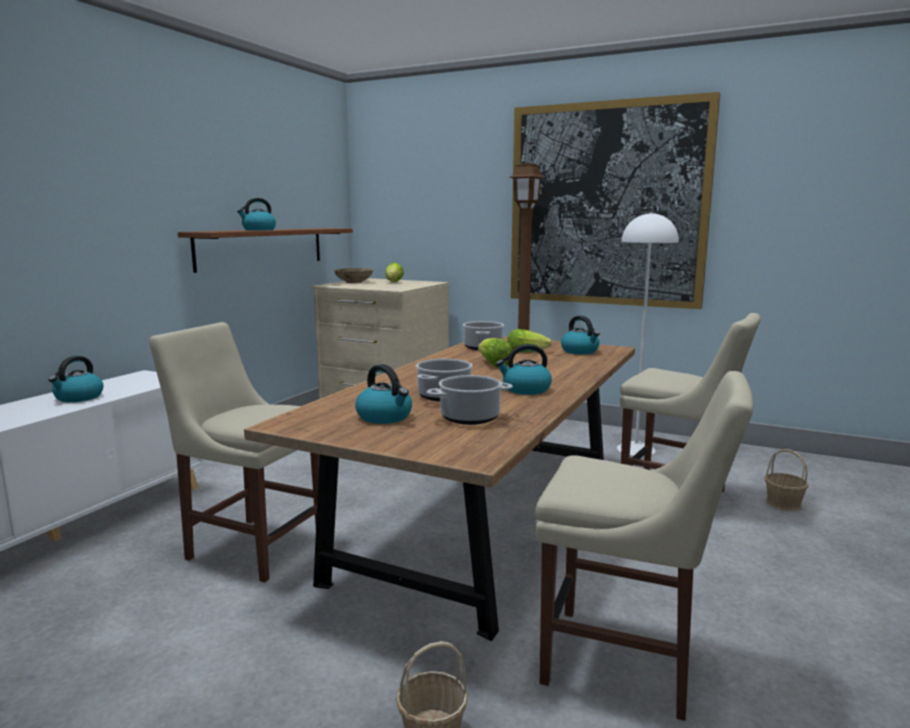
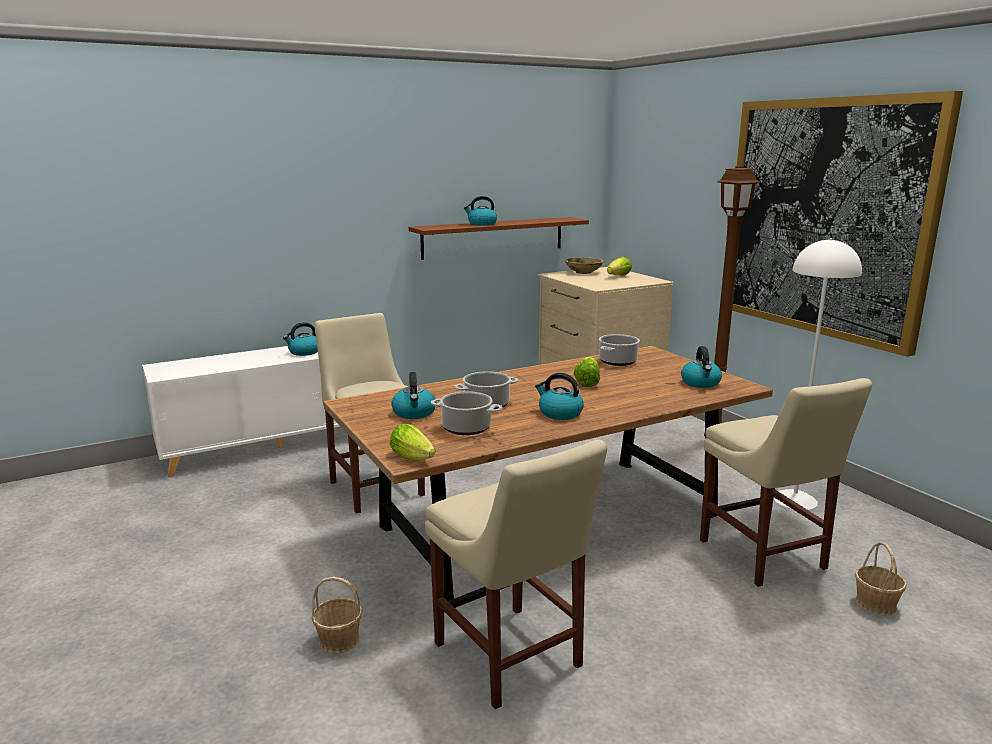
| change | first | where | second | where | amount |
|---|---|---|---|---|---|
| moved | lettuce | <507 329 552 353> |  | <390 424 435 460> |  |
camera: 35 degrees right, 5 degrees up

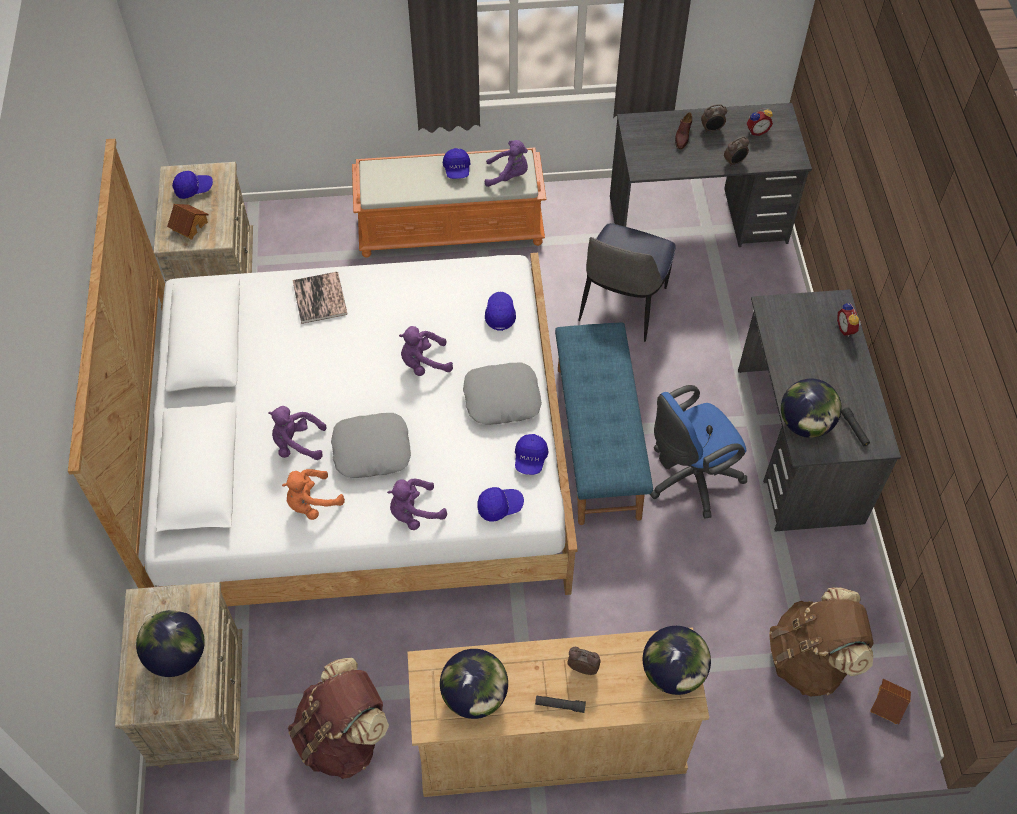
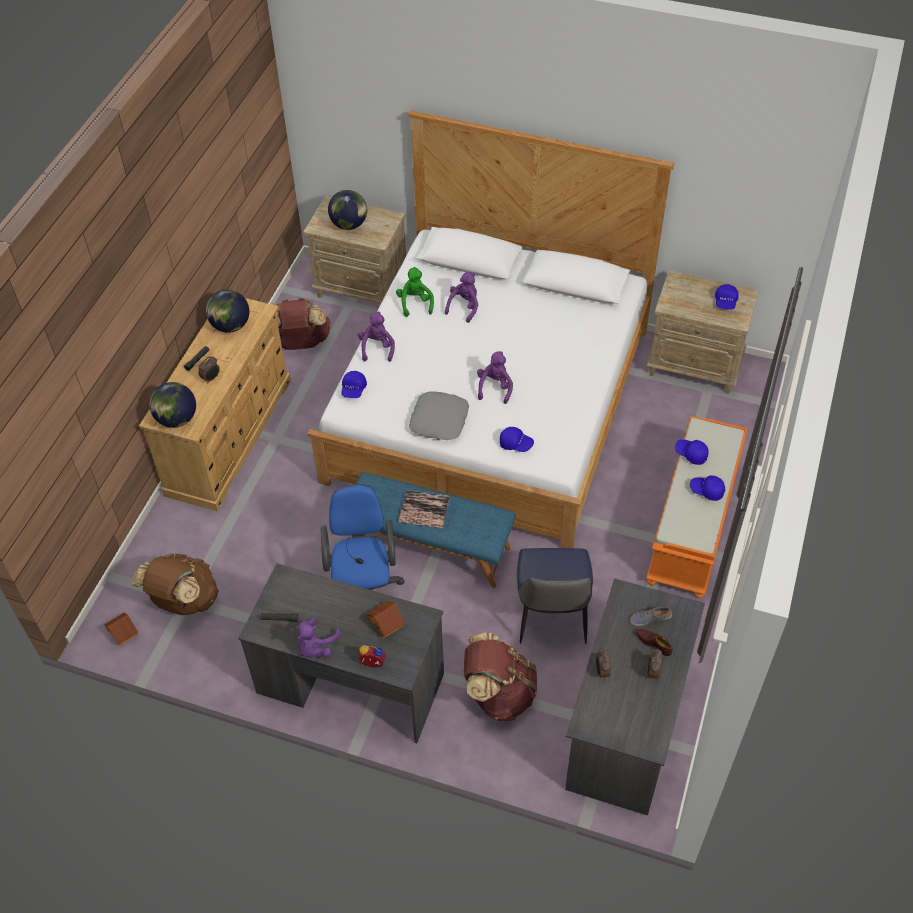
| change | first | where | second | where | amount |
|---|---|---|---|---|---|
| removed | grey pillow | <331 413 411 478> |  |  |  |
| removed | alarm clock | <747 108 773 136> |  |  |  |
| removed | globe | <781 379 842 438> |  |  |  |
| added |  |  | brown backpack | <464 632 537 721> |  |
| added |  |  | shoe | <630 607 672 626> |  |
| moved | toy house | <167 204 209 239> |  | <367 601 405 638> |  |
| moved | book | <292 272 348 324> |  | <398 490 450 528> |  |
| moved | purple plush toy | <485 140 528 187> |  | <297 618 342 658> |  |
| moved | blue cap | <515 434 549 475> |  | <675 439 709 465> |  |
| recoloured | orange plush toy | <282 469 345 520> | green plush toy | <396 267 434 317> |  |
| turned | chair | <579 223 676 342> |  | <517 548 593 644> | 135 degrees counterclockwise |
camera: 115 degrees right, 5 degrees down

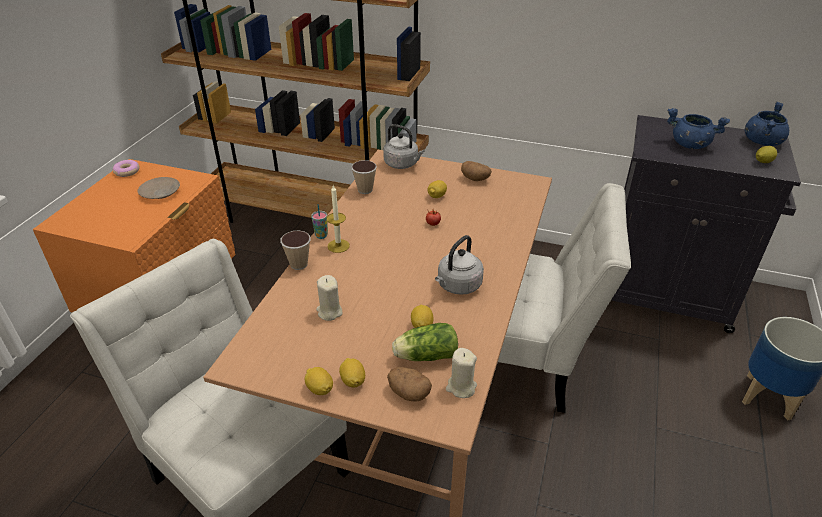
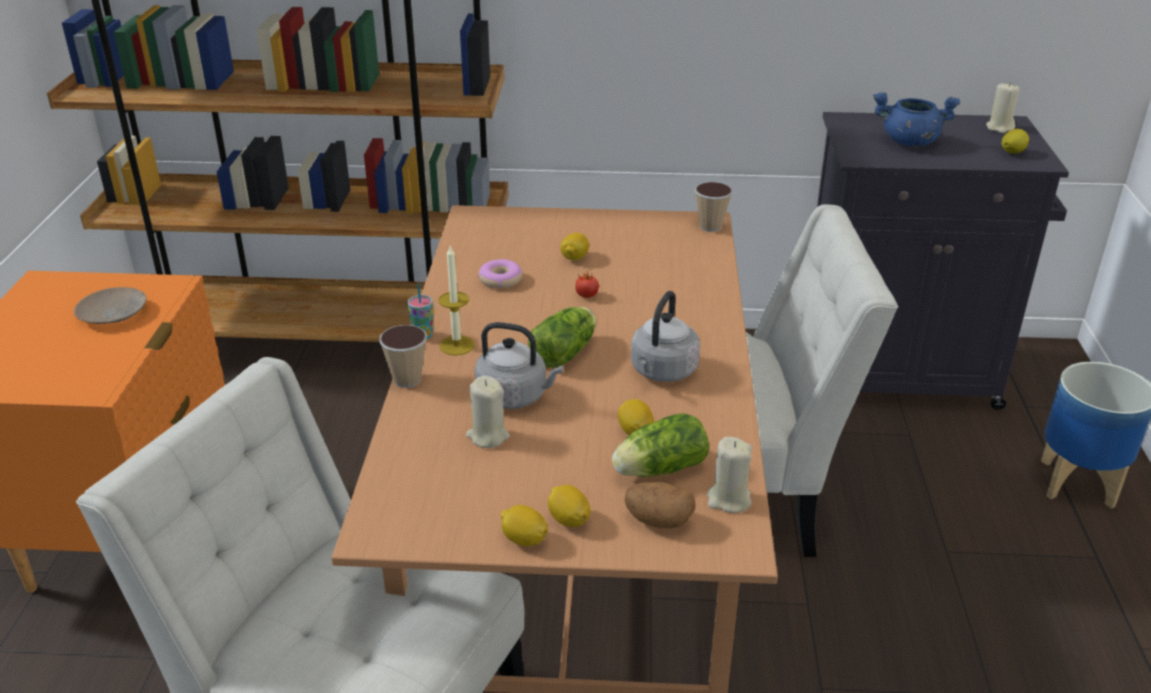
| change | first | where | second | where | amount |
|---|---|---|---|---|---|
| removed | potato | <461 161 492 181> |  |  |  |
| added |  |  | lettuce | <528 307 596 368> |  |
| moved | donut | <113 160 139 177> |  | <478 259 523 289> |  |
| moved | cup | <351 160 377 194> |  | <694 182 733 232> |  |
| moved | grey kettle | <383 124 424 169> |  | <475 322 563 409> |  |
| replaced | blue cooking pot | <744 102 789 146> | beige candle | <986 82 1020 133> |  |
camera: 15 degrees left, 5 degrees down

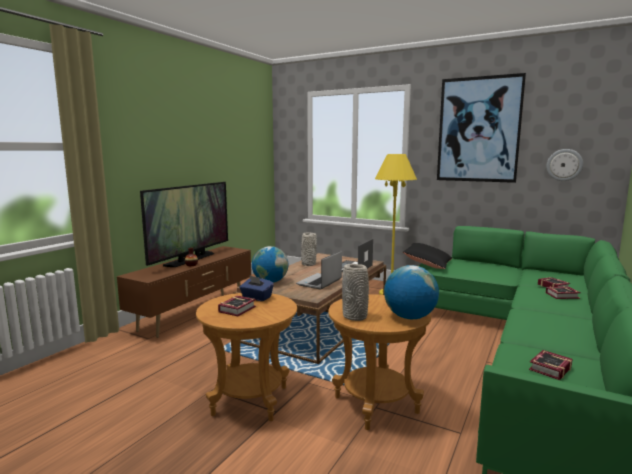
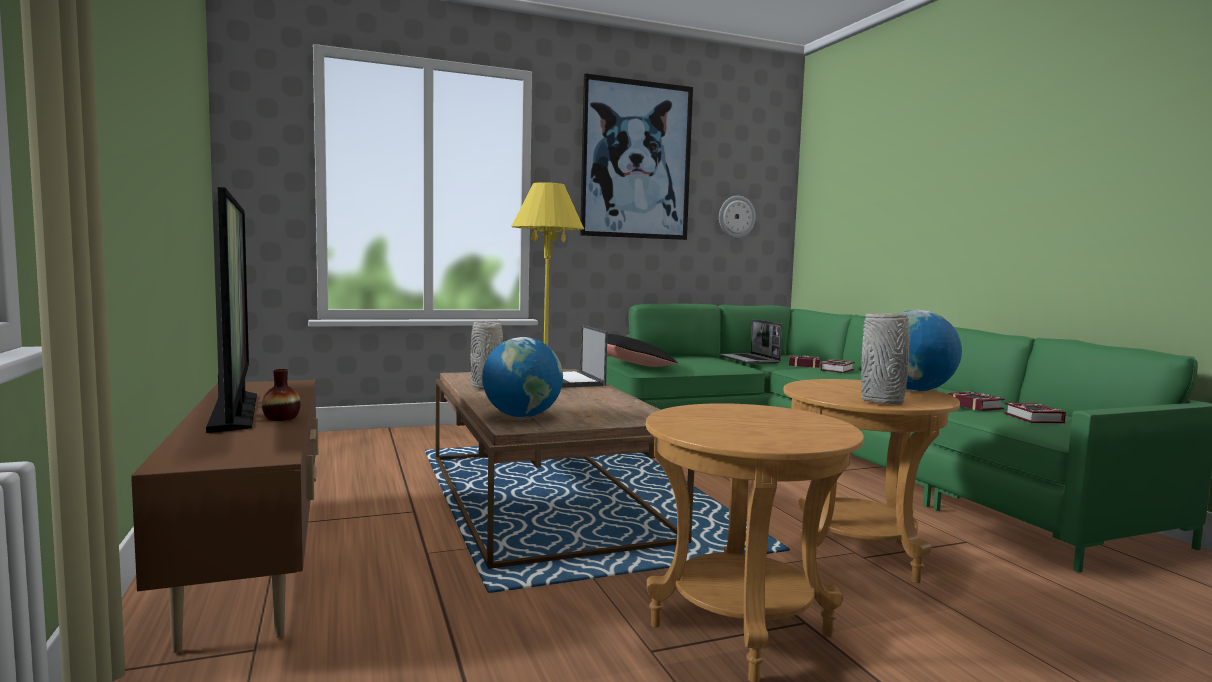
| change | first | where | second | where | amount |
|---|---|---|---|---|---|
| removed | blue tissue box | <239 275 274 301> |  |  |  |
| moved | book | <218 296 256 316> |  | <948 391 1005 411> |  |
| moved | laptop | <296 251 342 290> |  | <720 319 782 364> |  |
camera: 50 degrees left, 5 degrees down

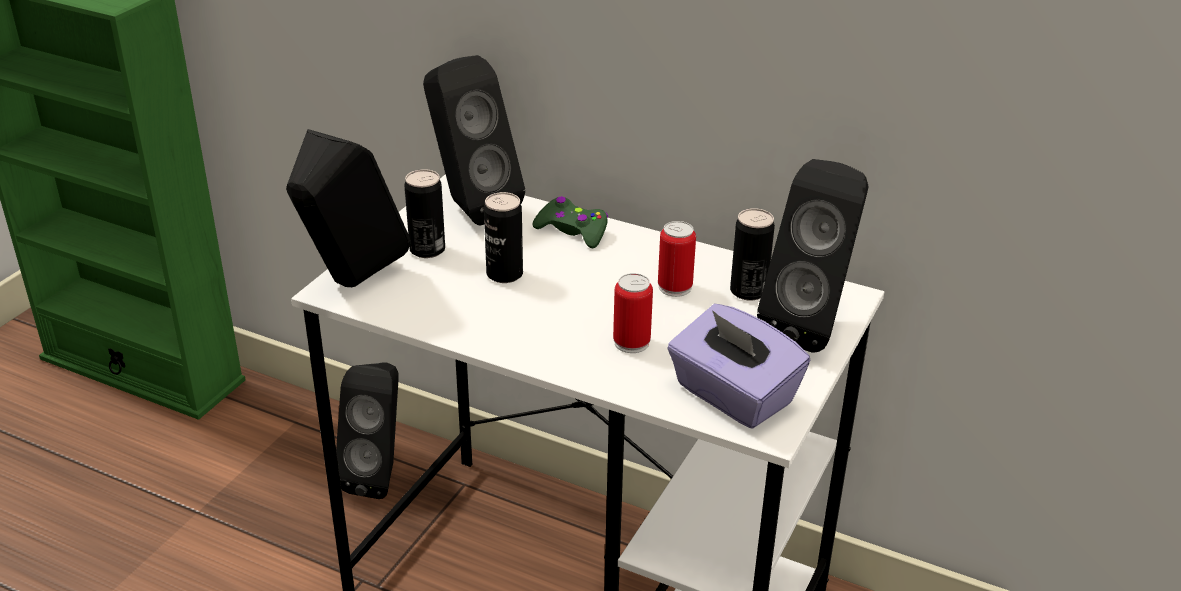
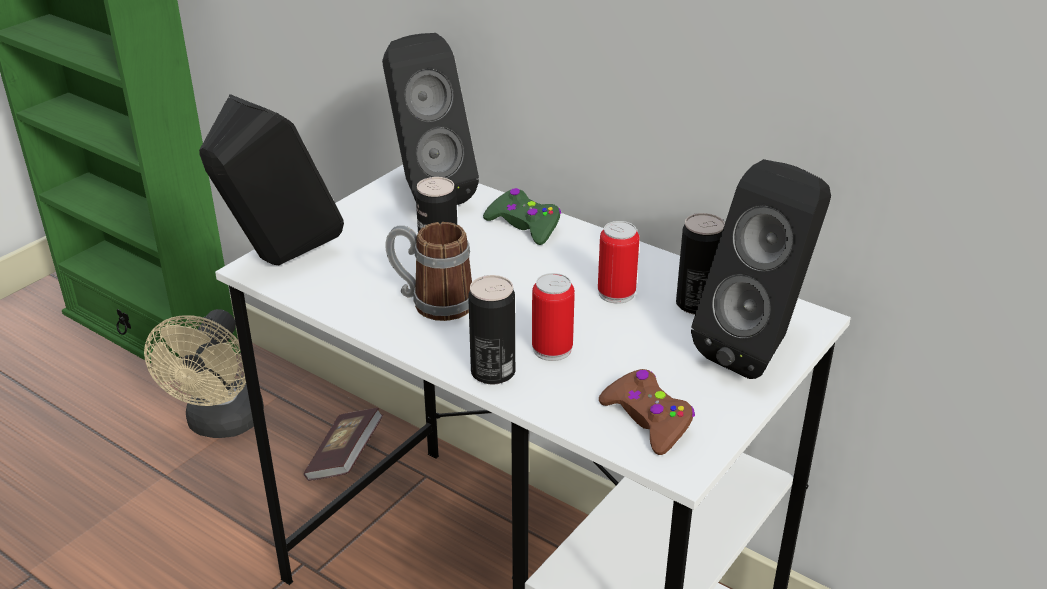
| change | first | where | second | where | amount |
|---|---|---|---|---|---|
| added |  |  | beige fan | <144 309 264 438> |  |
| added |  |  | mug | <385 222 472 321> |  |
| moved | can | <404 169 445 258> |  | <468 275 515 384> |  |
| replaced | black speaker | <336 363 399 499> | book | <304 408 383 481> |  |
| replaced | purple tissue box | <667 304 810 429> | brown game controller | <599 369 695 455> |  |
camera: 10 degrees right, 0 degrees up

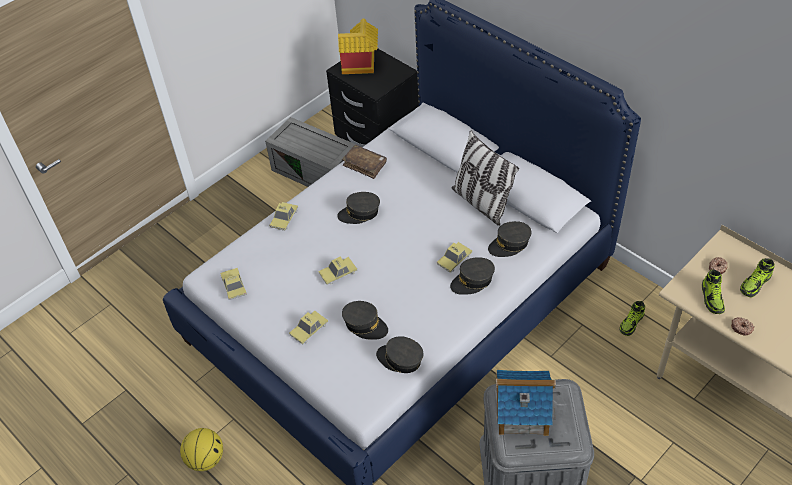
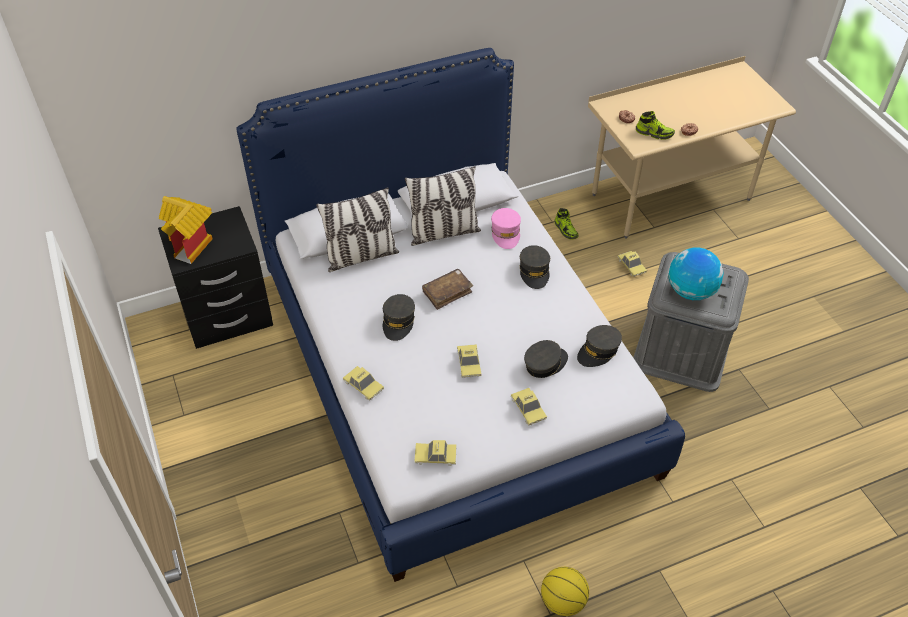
| change | first | where | second | where | amount |
|---|---|---|---|---|---|
| removed | grey storage box | <265 117 357 187> |  |  |  |
| removed | shoe | <740 258 775 298> |  |  |  |
| added |  |  | pillow | <316 187 399 272> |  |
| moved | brown book | <342 145 387 179> |  | <422 269 473 310> |  |
| moved | toy car | <437 242 472 273> |  | <618 251 647 277> |  |
| replaced | toy house | <496 370 556 436> | globe | <668 248 723 300> |  |
| recoloured | grey cap | <488 221 531 257> | pink cap | <491 208 521 249> |  |
camera: 70 degrees left, 0 degrees up

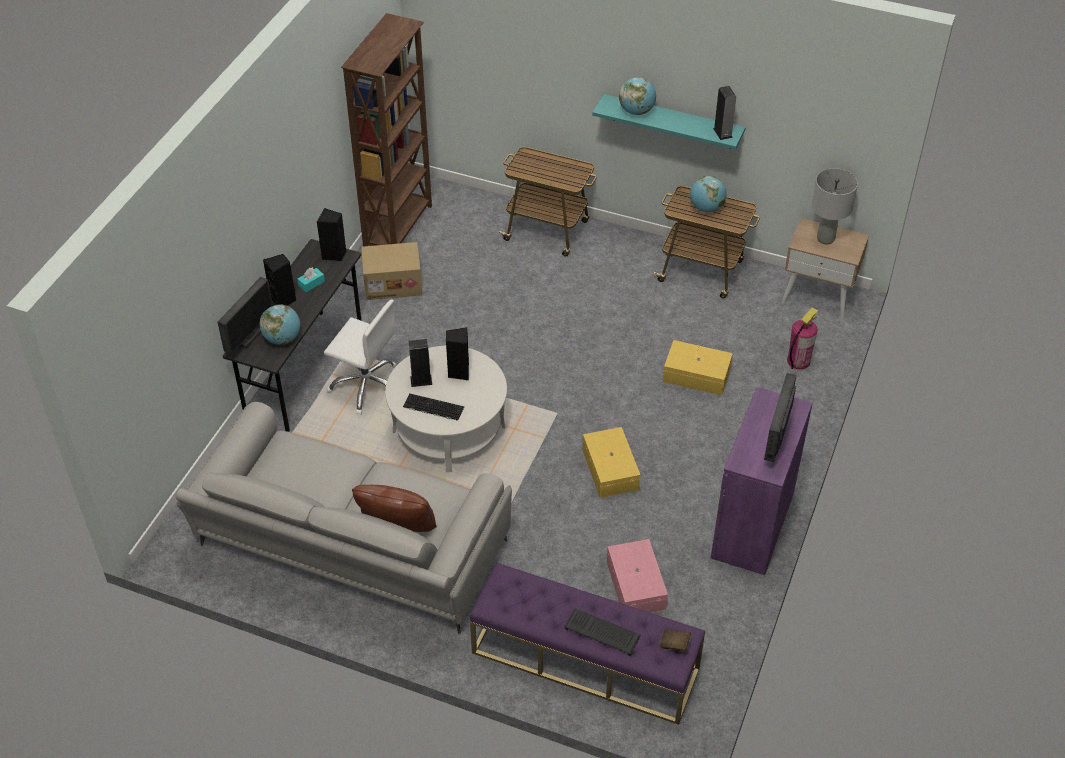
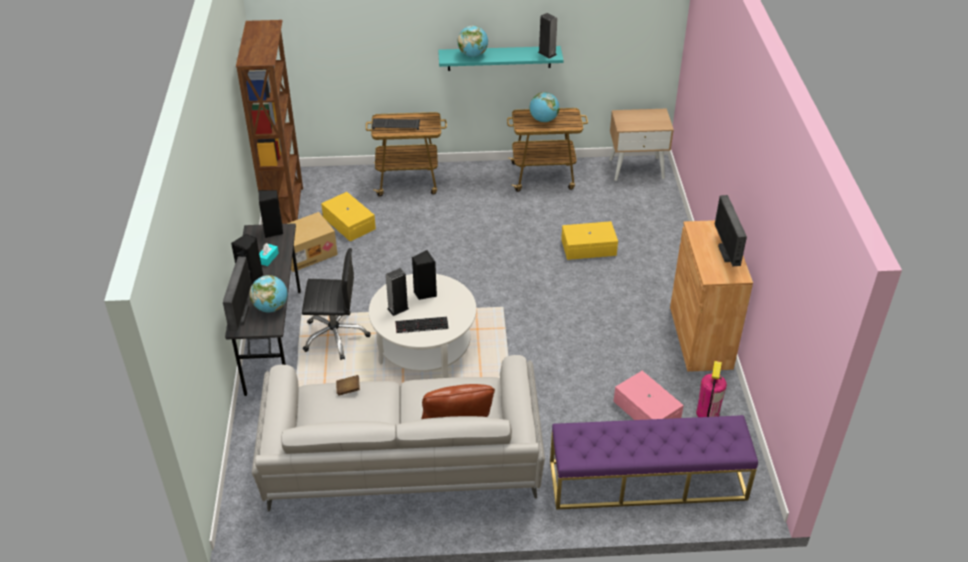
| change | first | where | second | where | amount |
|---|---|---|---|---|---|
| removed | grey table lamp | <811 168 858 245> |  |  |  |
| moved | keyboard | <564 608 641 656> |  | <372 119 420 130> |  |
| moved | yellow storage box | <582 427 640 498> |  | <321 192 376 241> |  |
| moved | brown book | <659 629 691 652> |  | <336 375 360 395> |  |
| moved | fire extinguisher | <787 307 818 369> |  | <696 361 727 417> |  |
| recoloured | white office chair | <324 299 396 415> | black office chair | <302 248 371 360> |  |
| recoloured | purple cabinet | <711 387 813 575> | brown cabinet | <670 220 753 372> |  |
camera: 25 degrees left, 5 degrees down

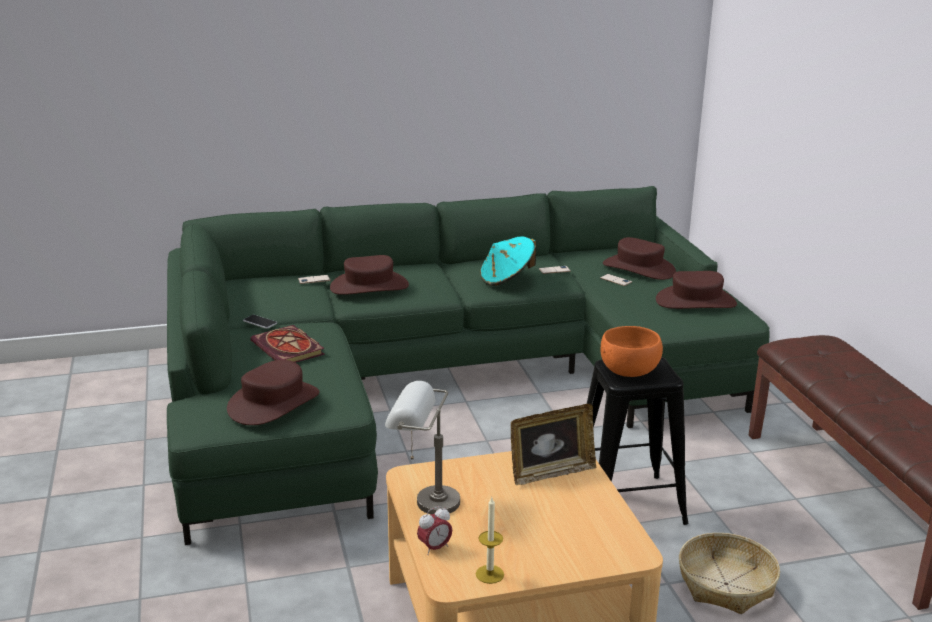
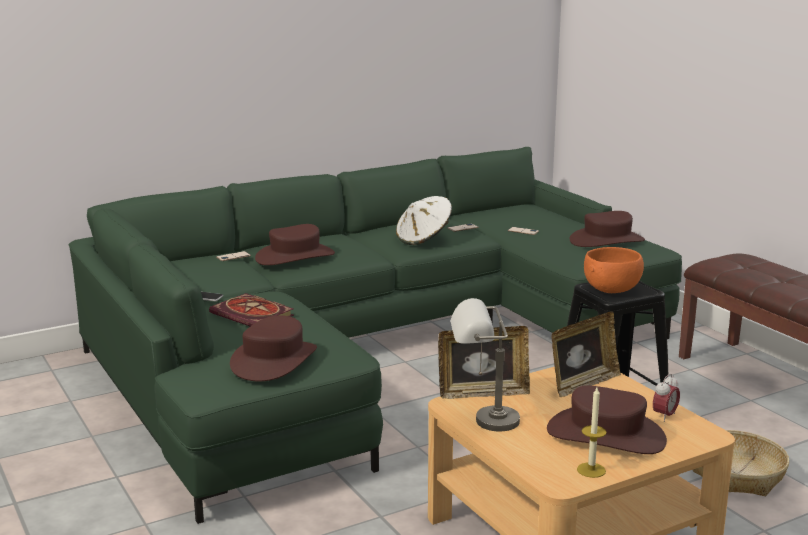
| change | first | where | second | where | amount |
|---|---|---|---|---|---|
| added |  |  | picture frame | <438 326 530 399> |  |
| moved | alarm clock | <417 506 452 555> |  | <653 374 680 422> |  |
| moved | brown hat | <603 237 676 280> |  | <547 385 667 454> |  |
| recoloured | turquoise hat | <480 236 536 286> | white hat | <396 196 452 245> |  |
camera: 15 degrees left, 5 degrees down

